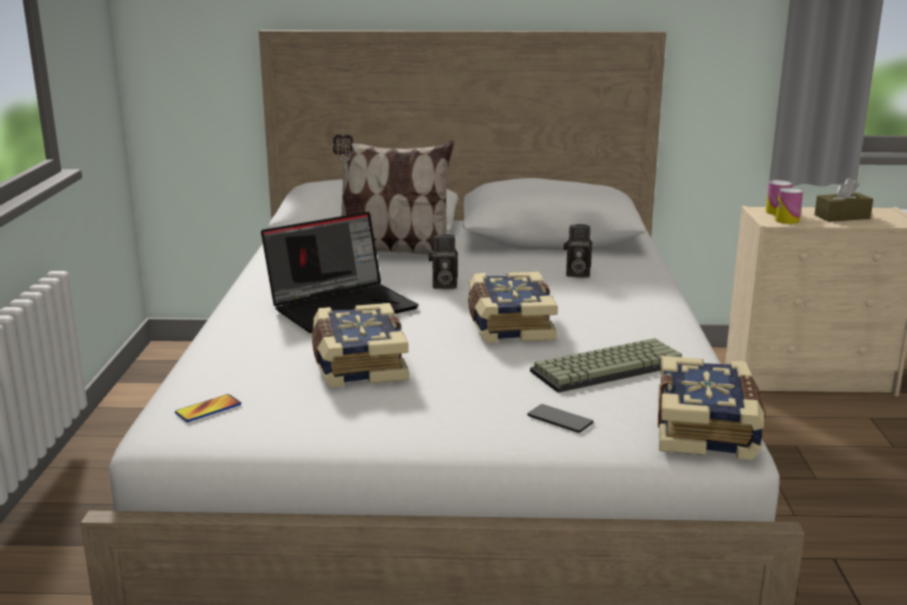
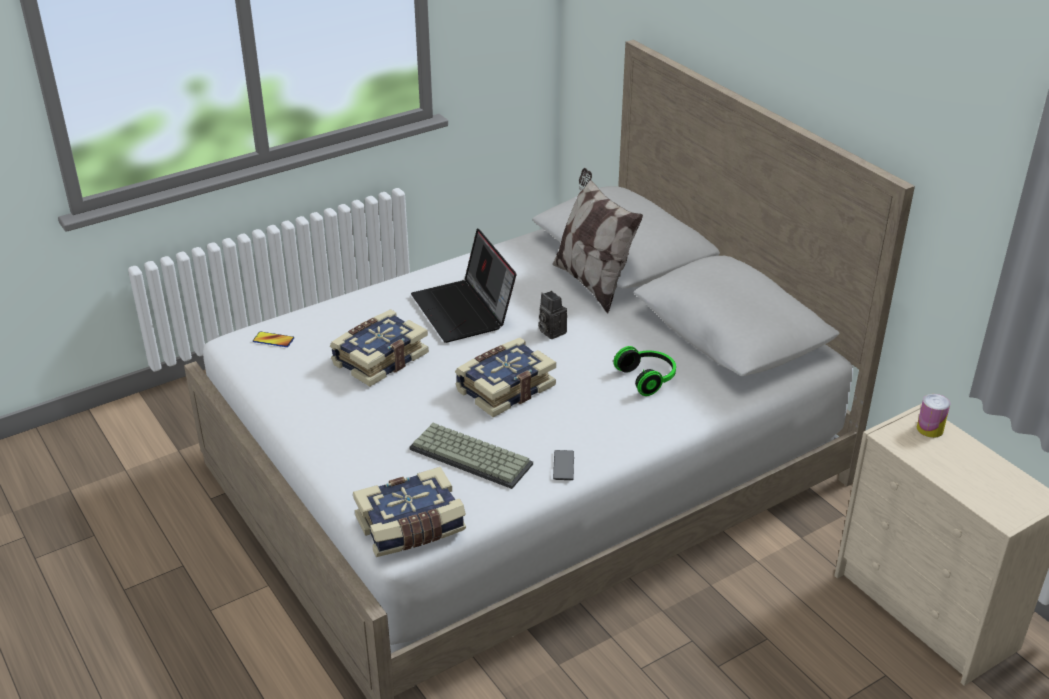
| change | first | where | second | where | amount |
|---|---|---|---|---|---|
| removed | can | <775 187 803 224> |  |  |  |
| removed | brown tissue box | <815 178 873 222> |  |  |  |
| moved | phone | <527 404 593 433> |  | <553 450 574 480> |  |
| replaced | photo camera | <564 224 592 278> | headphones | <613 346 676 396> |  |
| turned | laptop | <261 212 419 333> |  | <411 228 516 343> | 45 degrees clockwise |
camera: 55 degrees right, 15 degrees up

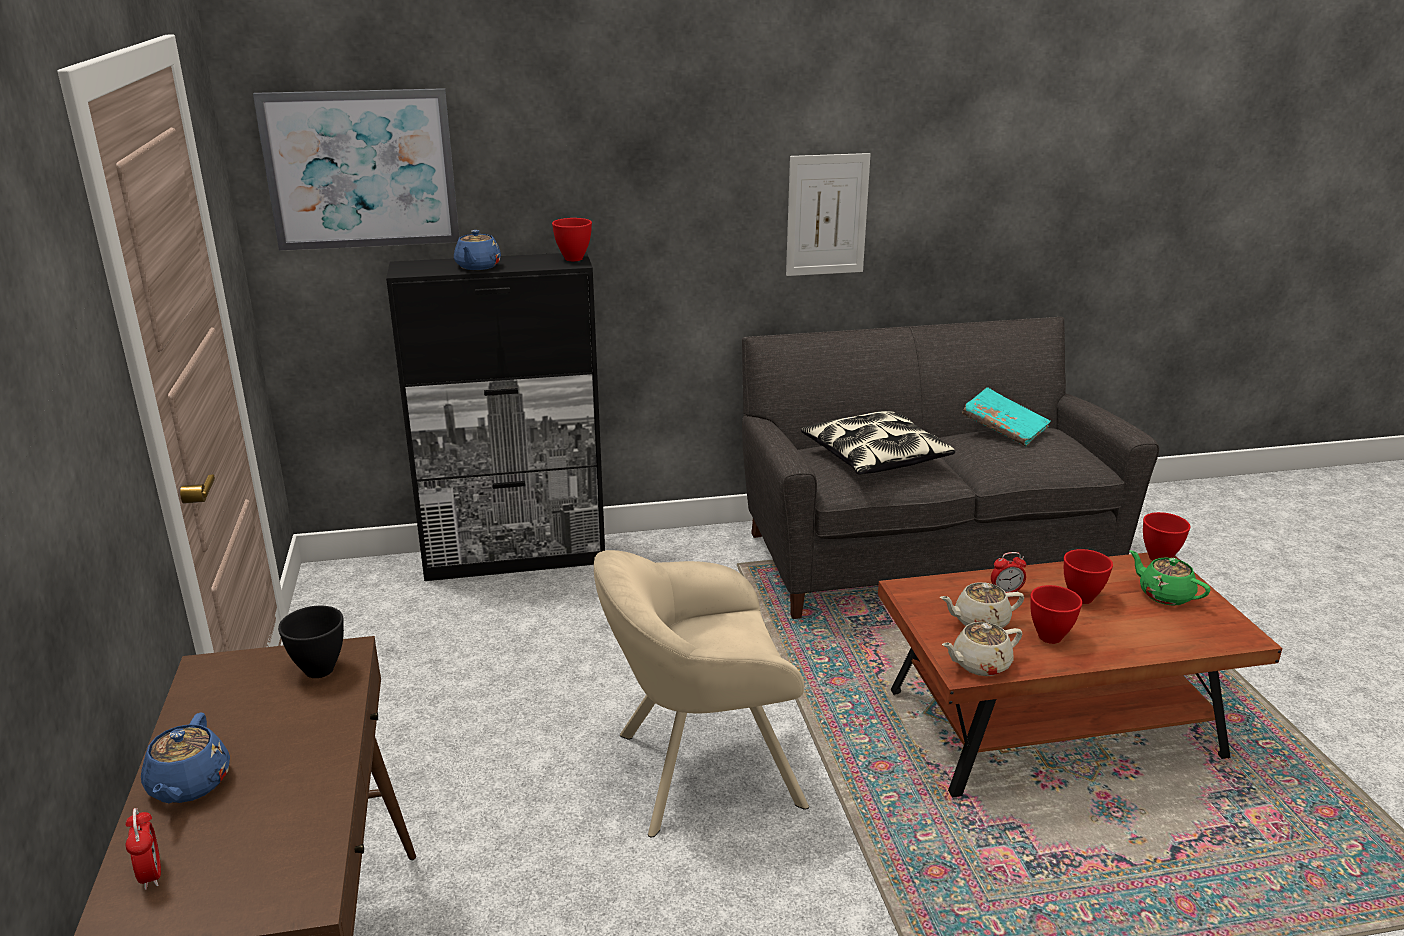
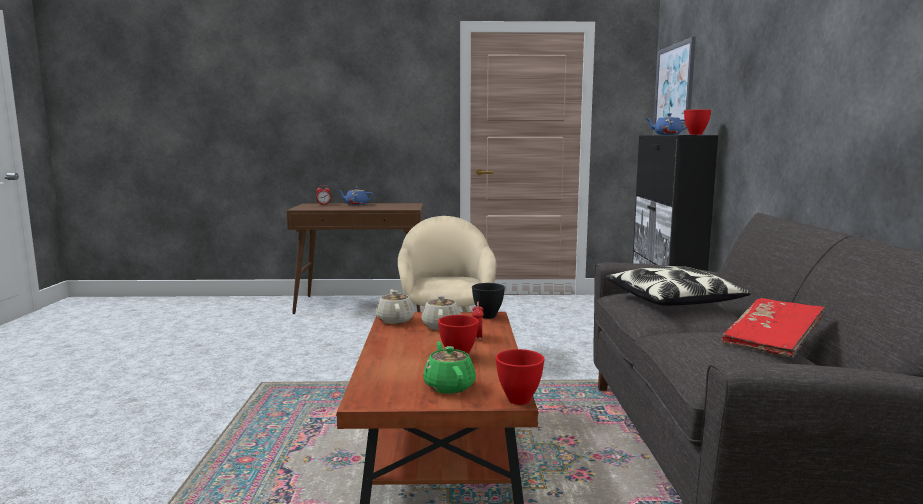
| change | first | where | second | where | amount |
|---|---|---|---|---|---|
| removed | picture | <786 153 871 276> |  |  |  |
| removed | red bowl | <1030 585 1082 644> |  |  |  |
| moved | black bowl | <278 606 344 678> |  | <472 283 505 319> |  |
| recoloured | turquoise book | <962 387 1051 447> | red book | <722 298 825 358> |  |
| turned | green teapot | <1129 550 1211 606> |  | <423 341 476 394> | 75 degrees counterclockwise |
camera: 100 degrees right, 15 degrees down

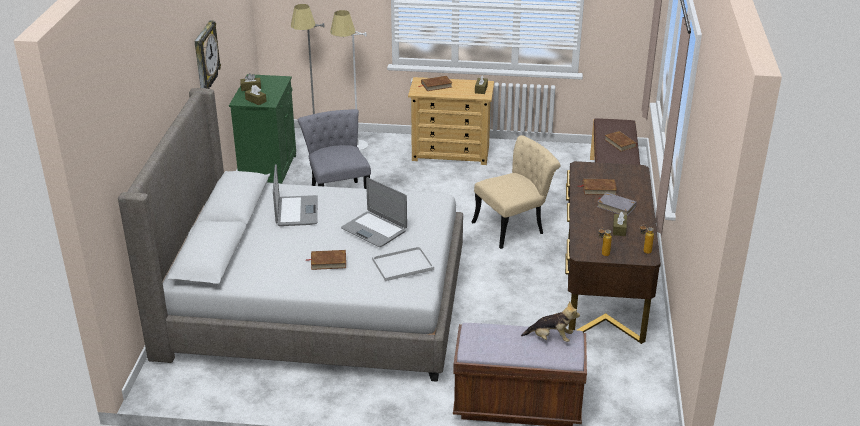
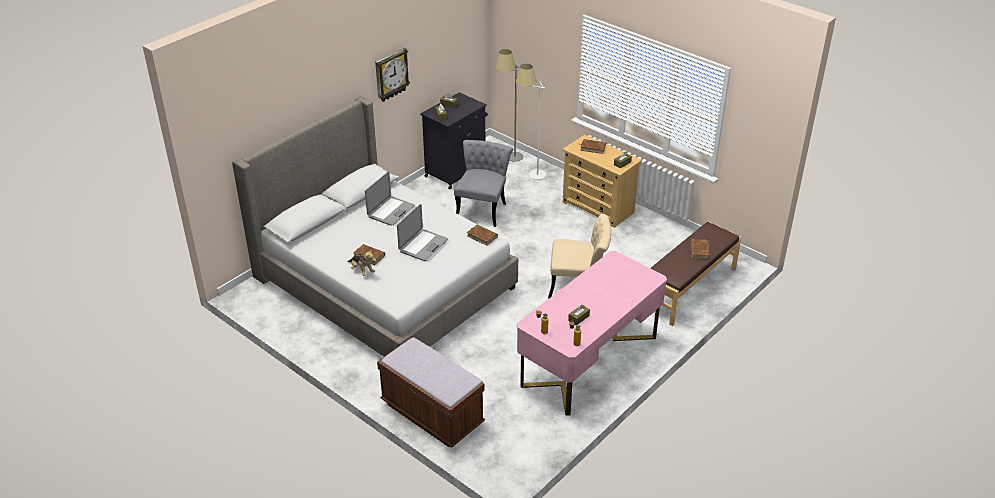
| change | first | where | second | where | amount |
|---|---|---|---|---|---|
| removed | white tray | <372 246 434 281> |  |  |  |
| removed | grey book | <597 192 637 216> |  |  |  |
| moved | plush toy | <521 302 580 342> |  | <347 250 376 276> |  |
| moved | brown book | <577 179 617 195> |  | <467 225 498 246> |  |
| recoloured | green cabinet | <229 74 296 184> | black cabinet | <420 92 488 190> |  |
| recoloured | brown desk | <565 161 661 344> | pink desk | <517 251 667 416> |  |
| turned | laptop | <341 177 407 247> |  | <397 204 448 261> | 135 degrees counterclockwise |
camera: 35 degrees right, 5 degrees up

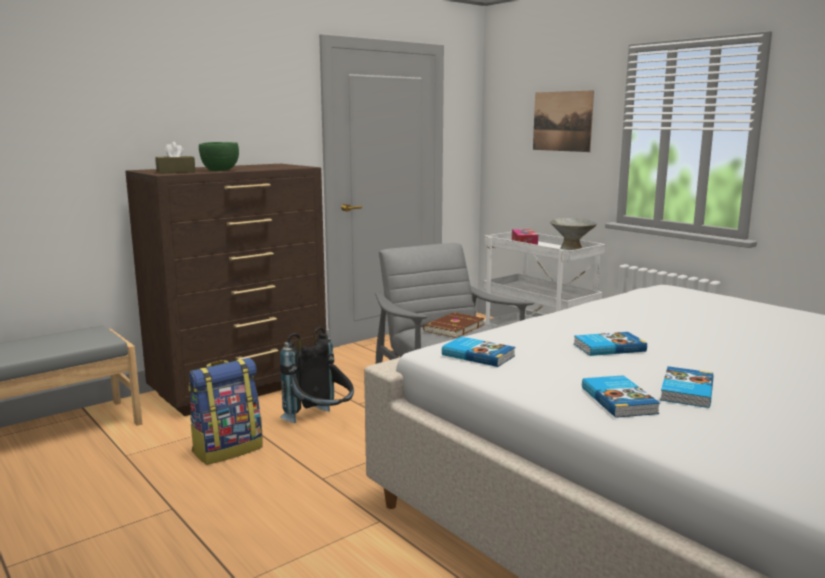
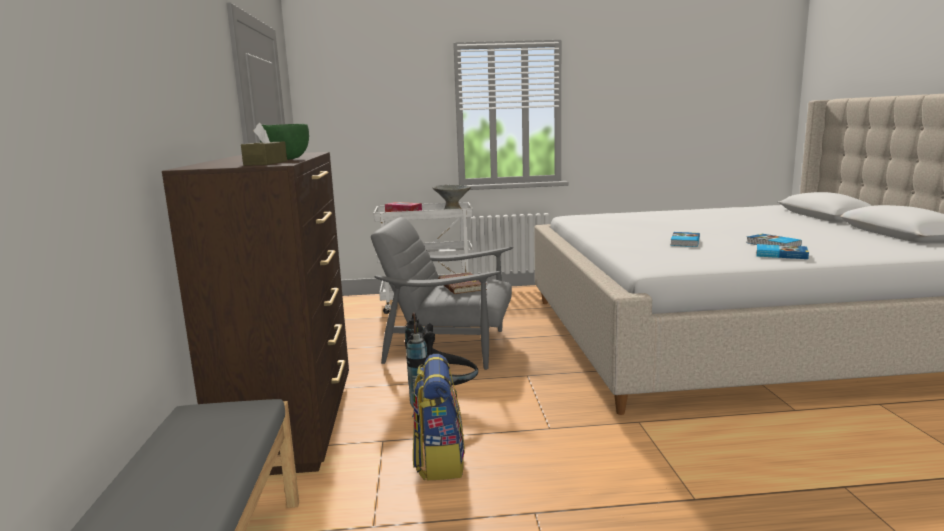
| change | first | where | second | where | amount |
|---|---|---|---|---|---|
| removed | book | <442 336 515 367> |  |  |  |
| removed | picture | <533 90 594 152> |  |  |  |
camera: 55 degrees left, 0 degrees up

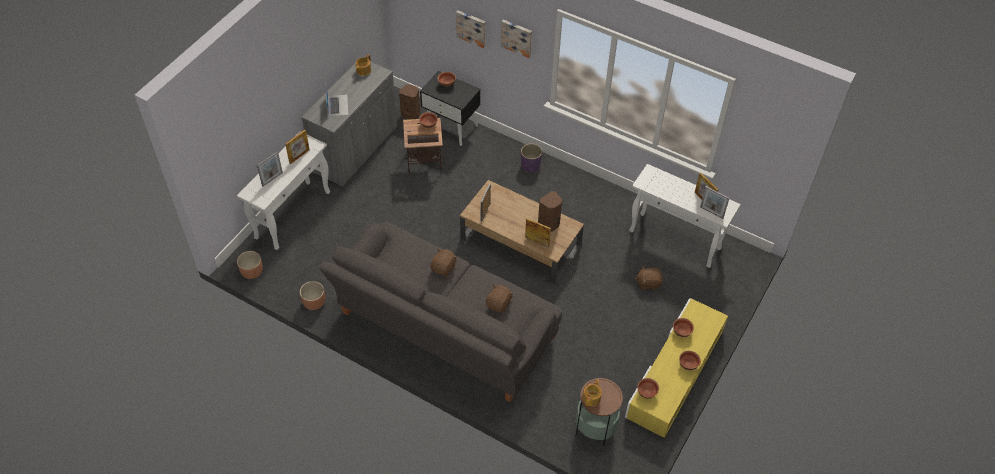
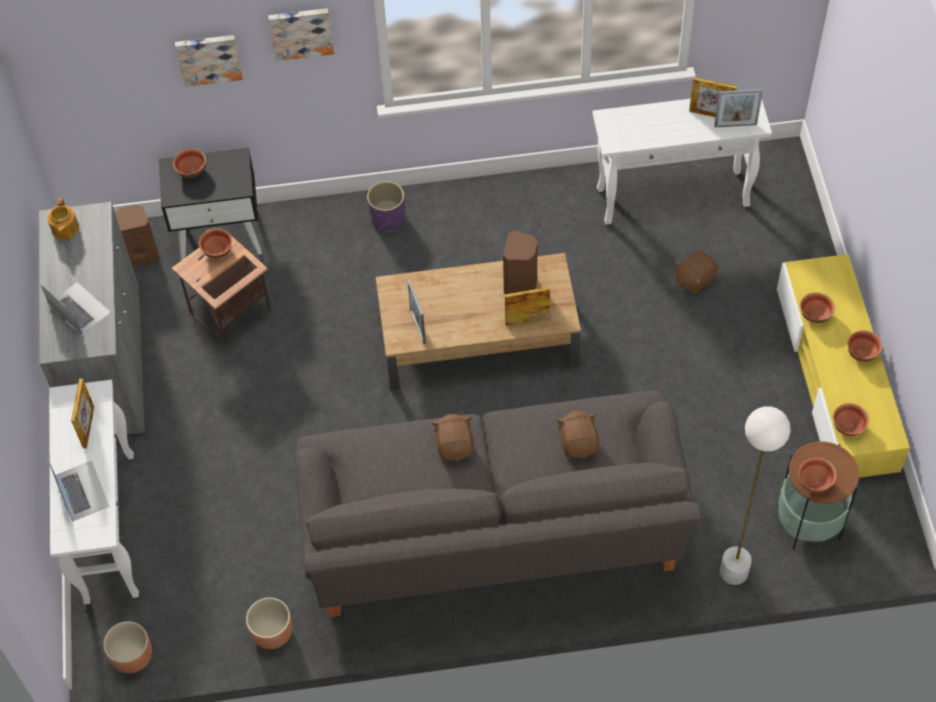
| change | first | where | second | where | amount |
|---|---|---|---|---|---|
| added |  |  | white floor lamp | <720 406 791 585> |  |
| replaced | picture frame | <257 152 283 186> | laptop | <47 458 110 522> |  |
| replaced | teapot | <583 379 602 406> | bowl | <799 457 836 493> |  |
camera: 35 degrees left, 5 degrees up

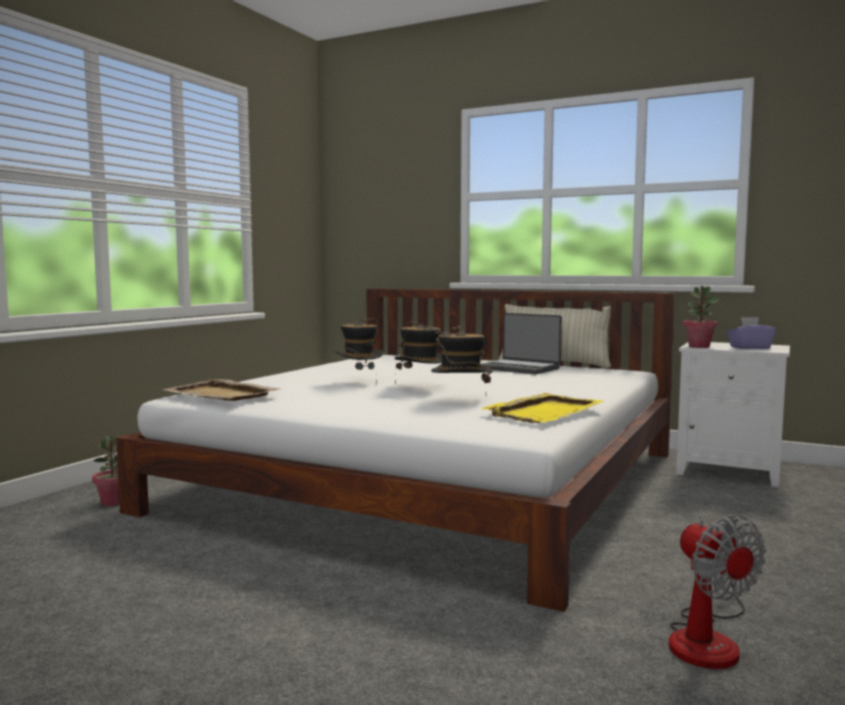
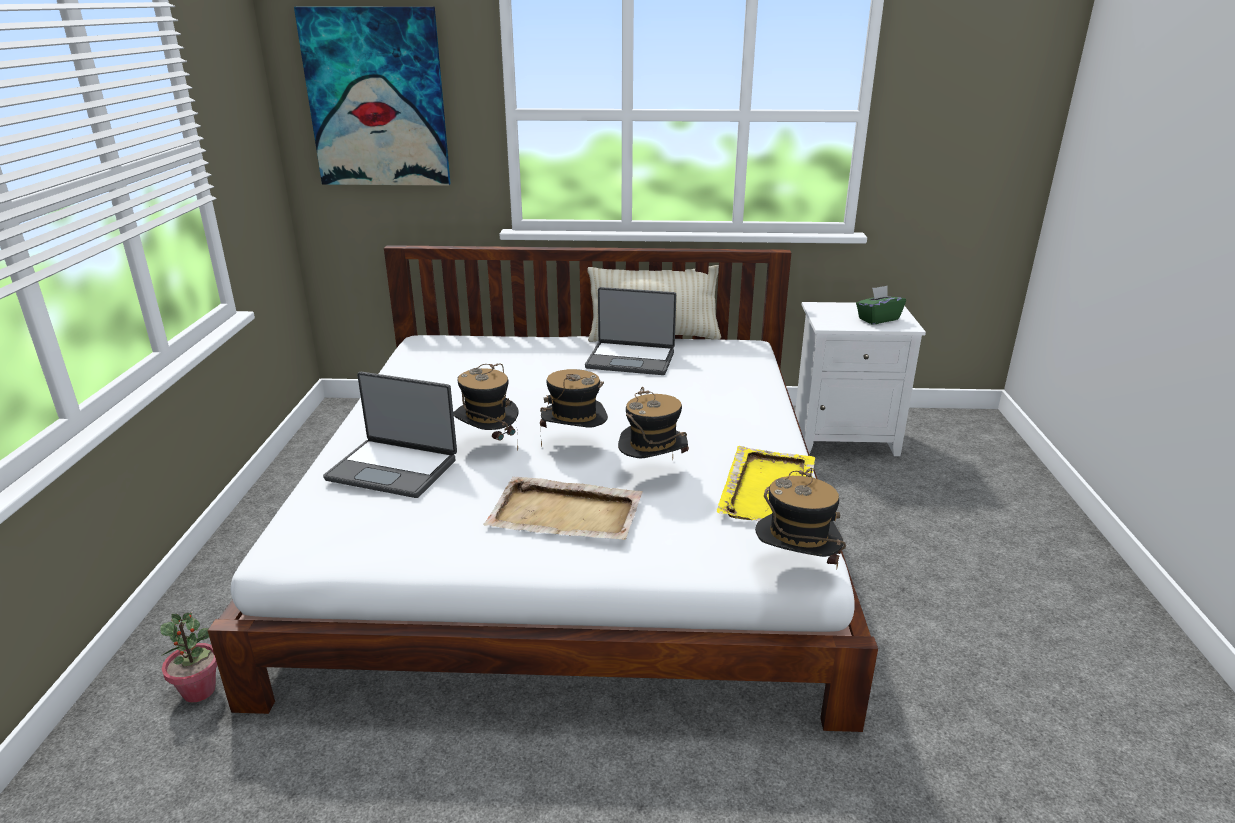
| change | first | where | second | where | amount |
|---|---|---|---|---|---|
| removed | fan | <669 515 766 669> |  |  |  |
| removed | potted plant | <683 286 719 348> |  |  |  |
| added |  |  | picture | <294 7 451 186> |  |
| added |  |  | laptop | <323 372 457 498> |  |
| added |  |  | hat | <755 468 846 570> |  |
| moved | beige tray | <162 379 281 401> |  | <483 477 643 540> |  |
| recoloured | purple tissue box | <727 317 776 349> | green tissue box | <856 285 906 325> |  |
camera: 25 degrees left, 20 degrees up

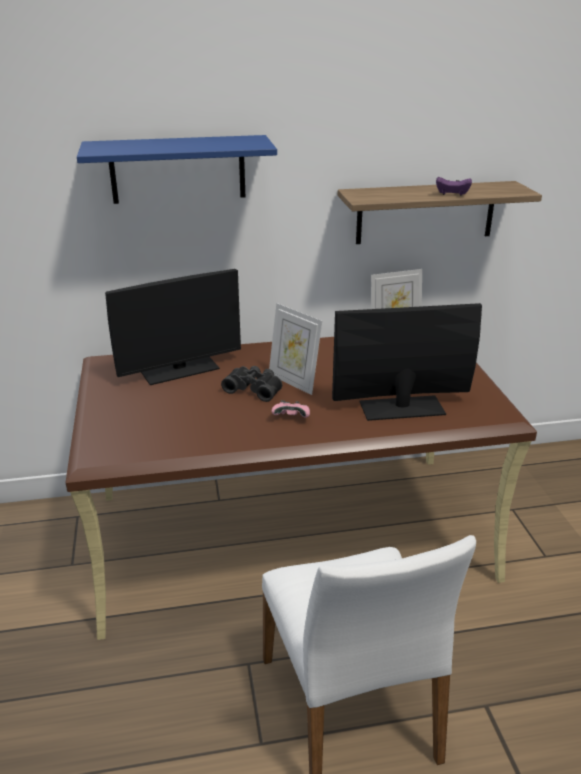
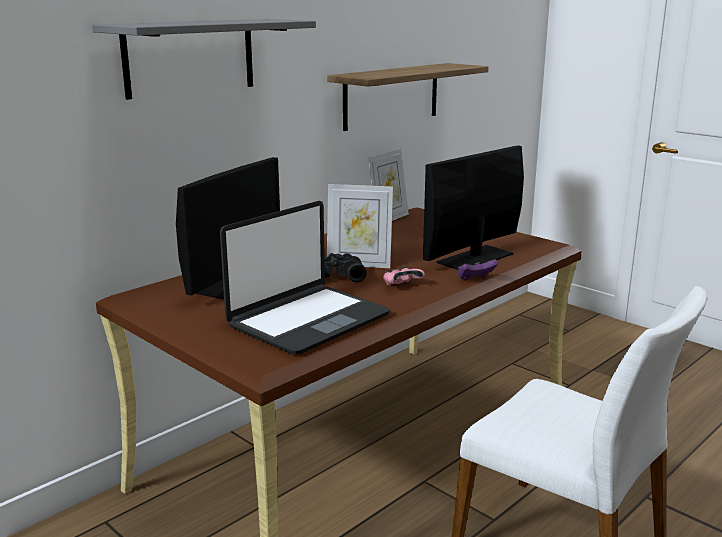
| change | first | where | second | where | amount |
|---|---|---|---|---|---|
| added |  |  | laptop | <220 201 390 355> |  |
| moved | purple game controller | <436 177 472 196> |  | <458 259 498 280> |  |
| recoloured | blue shelf | <77 135 277 204> | grey shelf | <92 19 316 100> |  |
camera: 35 degrees left, 10 degrees down

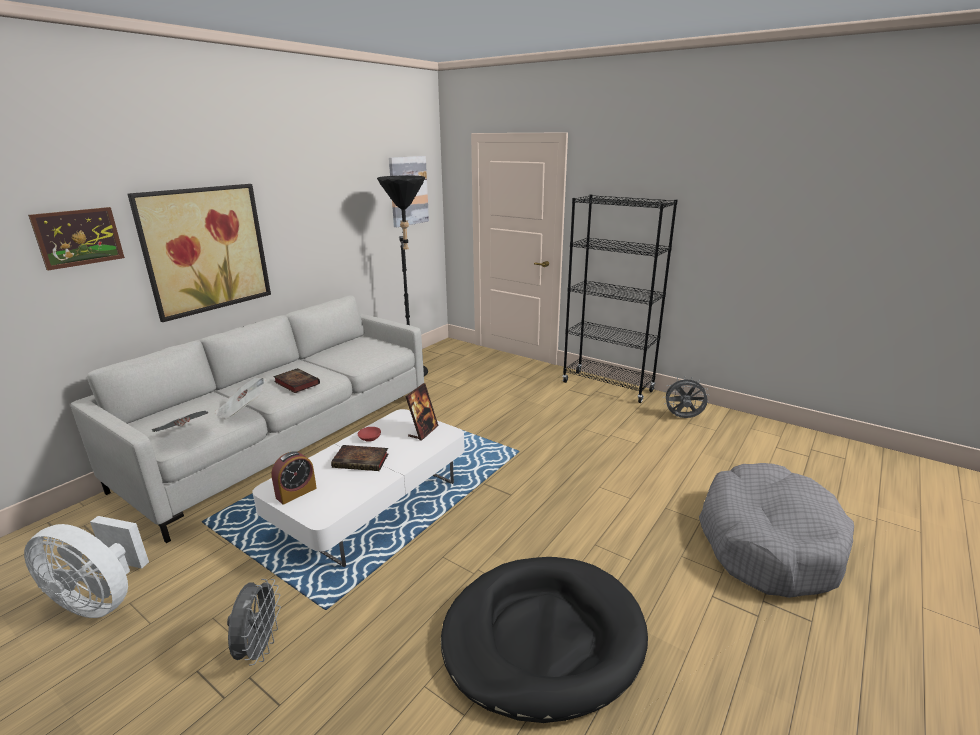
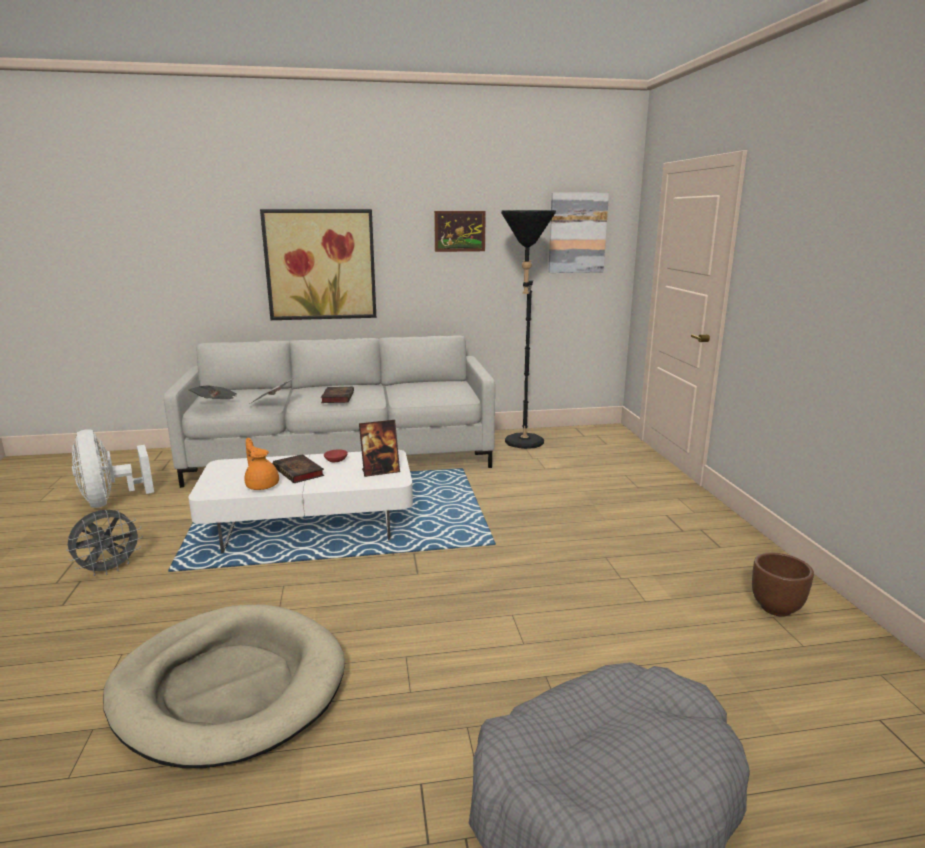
| change | first | where | second | where | amount |
|---|---|---|---|---|---|
| removed | alarm clock | <271 451 317 505> |  |  |  |
| removed | black bookcase | <562 194 678 403> |  |  |  |
| added |  |  | orange teapot | <244 438 279 490> |  |
| moved | picture | <28 207 125 271> |  | <434 211 486 252> |  |
| replaced | grey fan | <663 377 708 418> | brown planter | <752 553 814 617> |  |
| recoloured | black dog bed | <441 557 648 723> | beige dog bed | <103 604 345 768> |  |
camera: 45 degrees right, 5 degrees down

